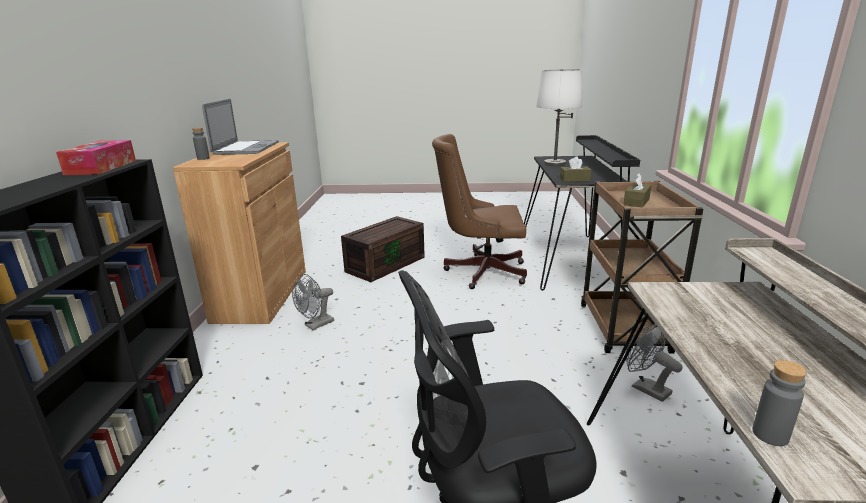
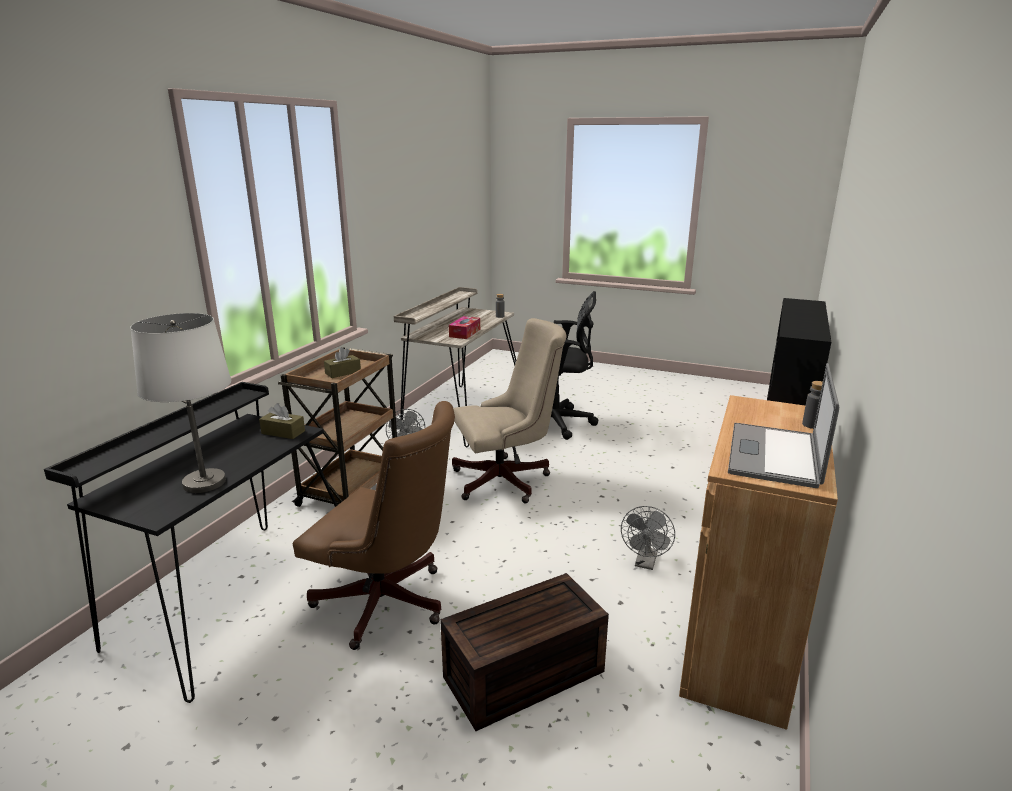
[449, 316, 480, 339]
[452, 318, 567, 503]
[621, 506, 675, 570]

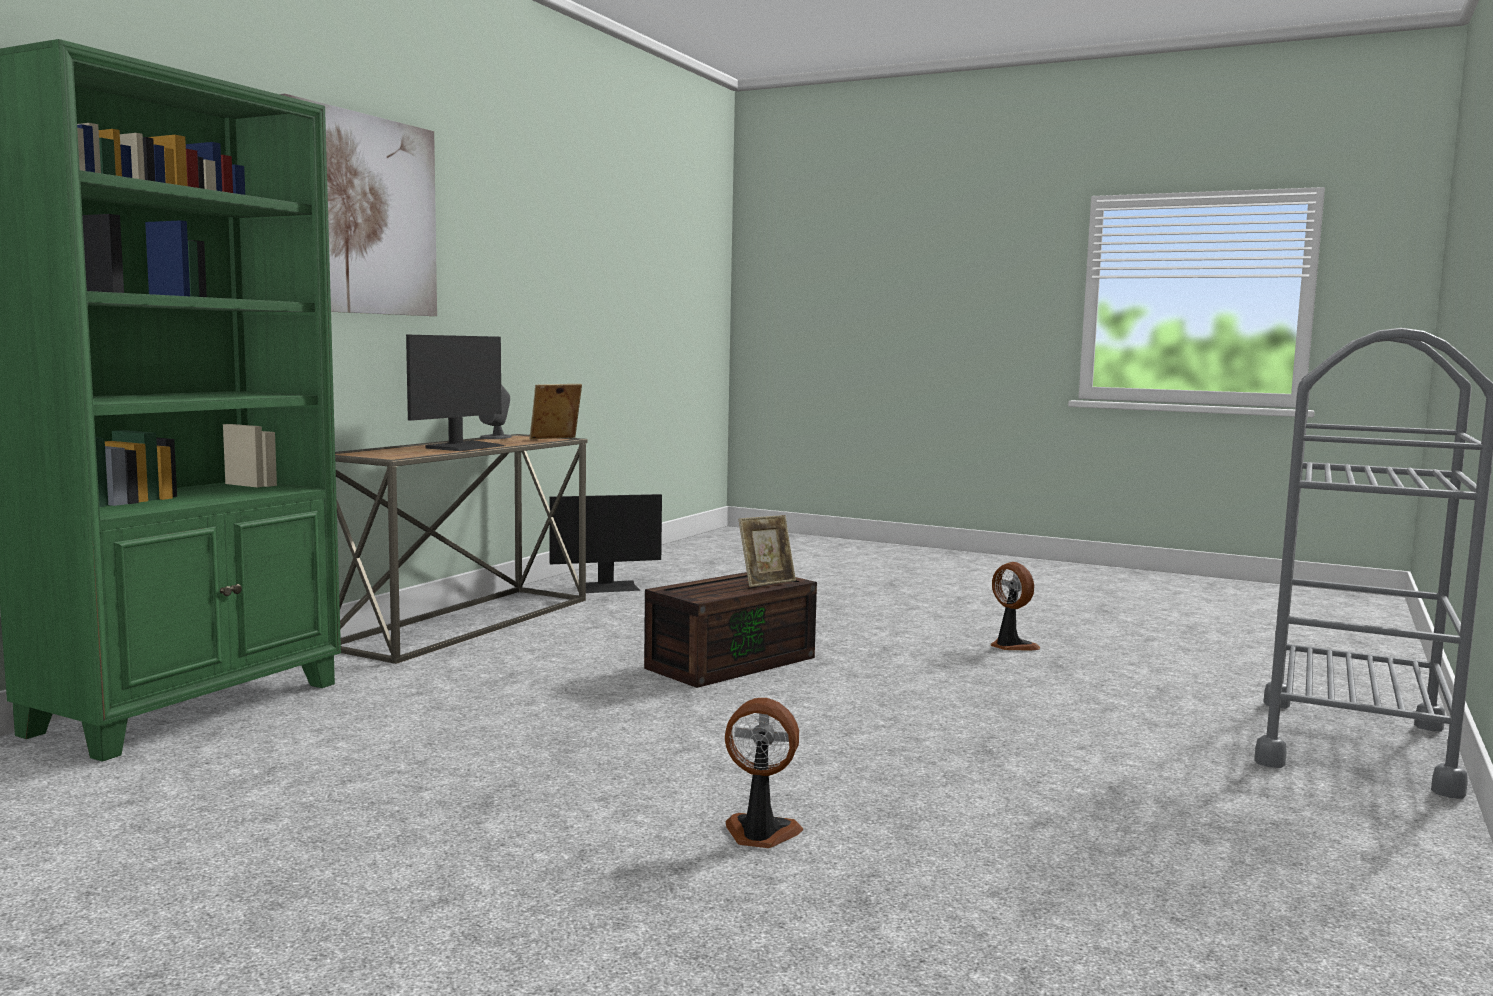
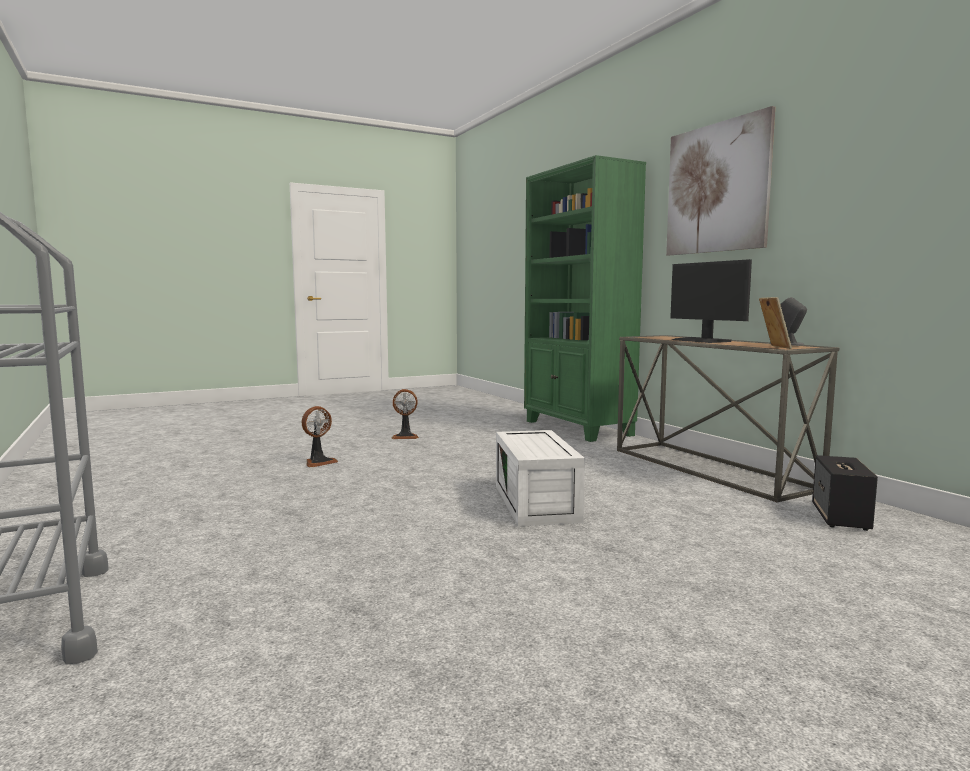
[391, 389, 419, 439]
[496, 430, 585, 527]
[812, 455, 878, 531]
[739, 515, 796, 587] (first image)

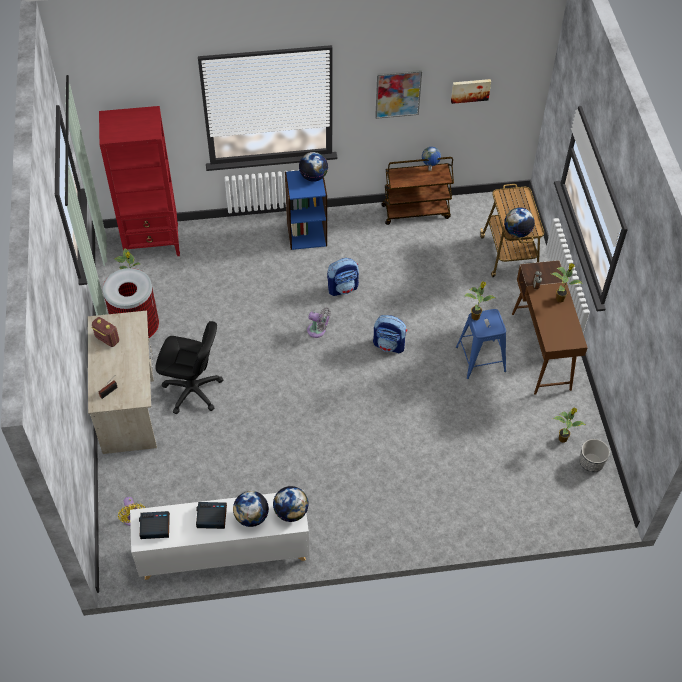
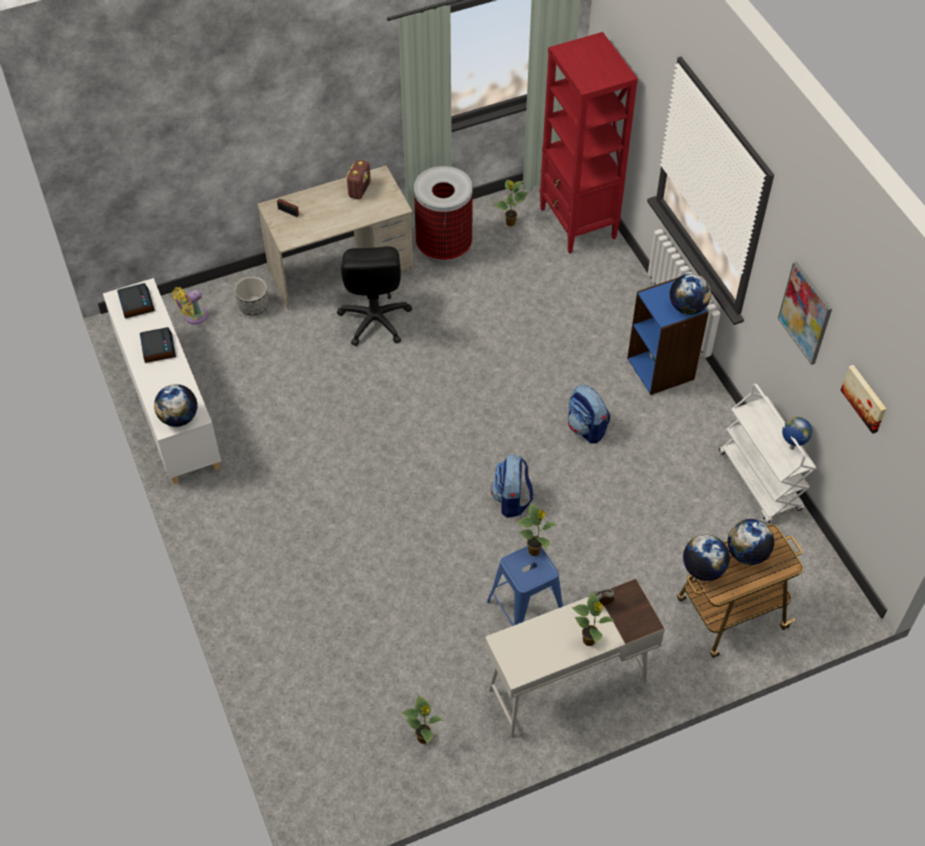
[234, 277, 268, 316]
[485, 579, 665, 737]
[719, 384, 816, 523]
[728, 519, 774, 565]
[307, 308, 331, 338] (first image)

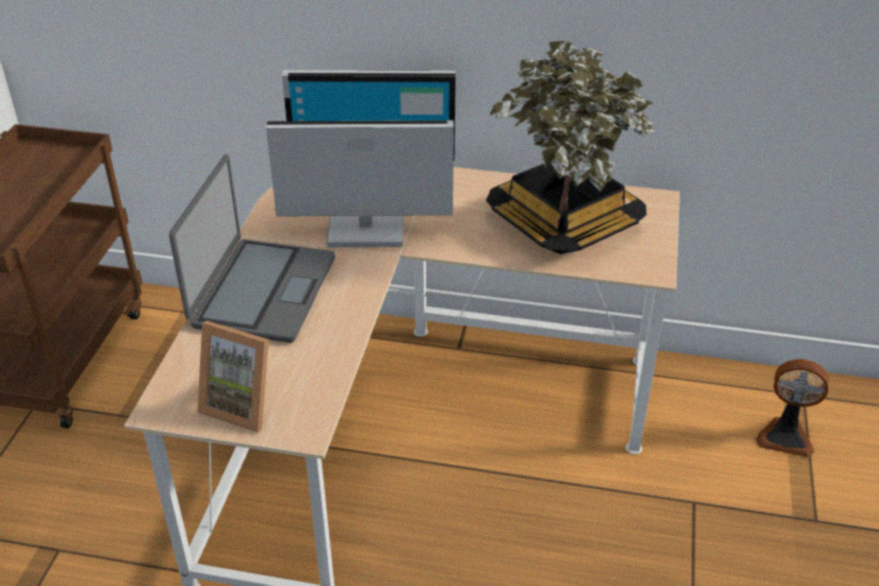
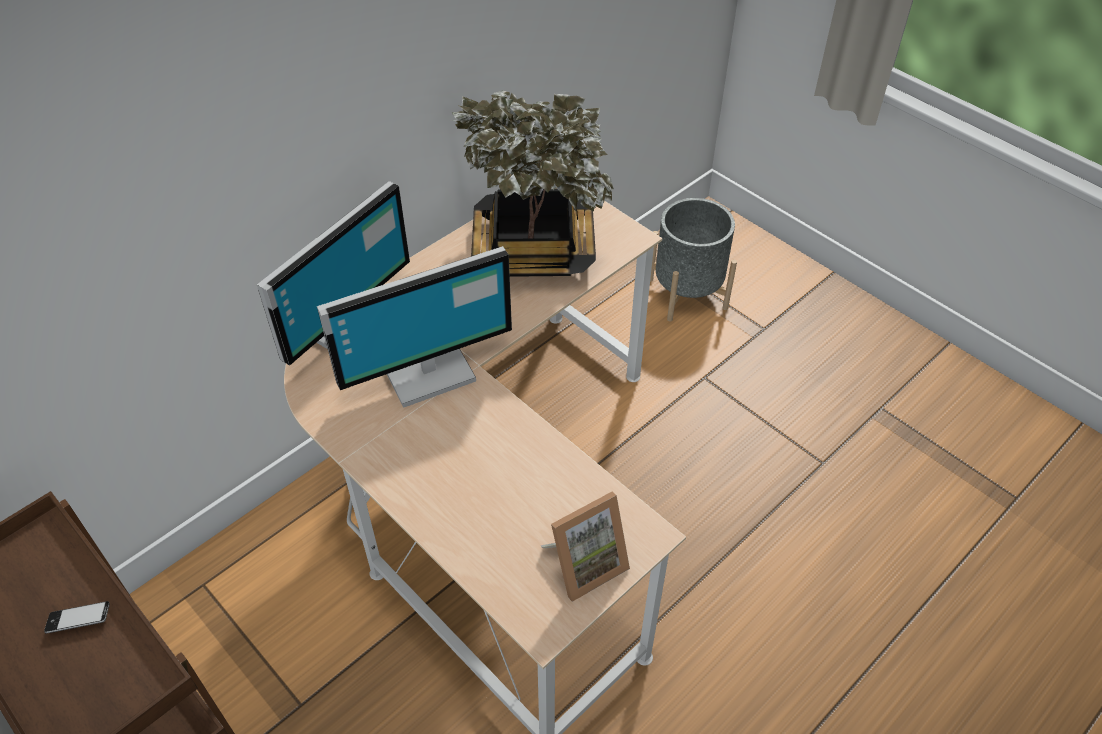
[44, 601, 110, 633]
[317, 246, 512, 408]
[650, 198, 737, 322]
[169, 154, 335, 343] (first image)

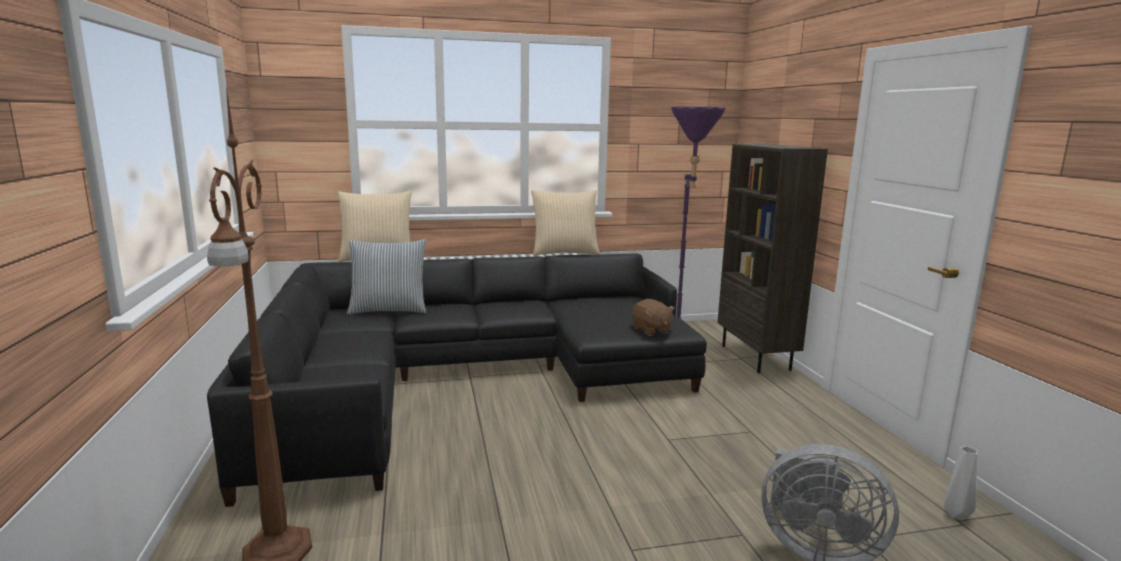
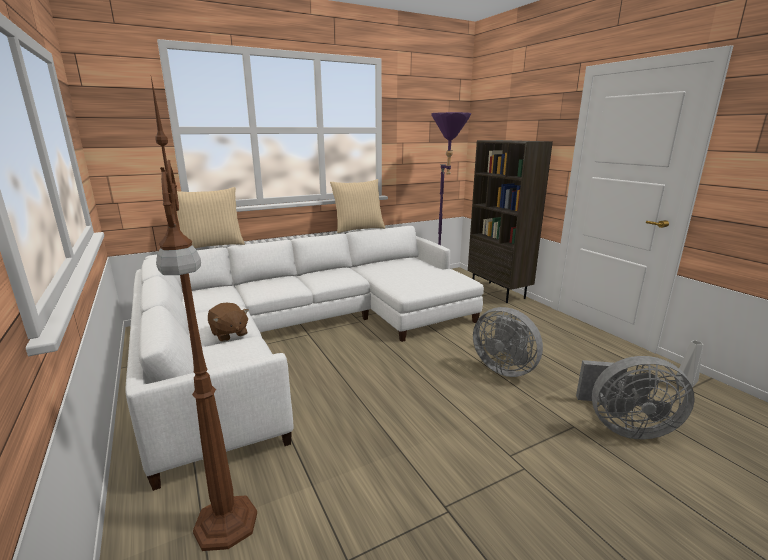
[125, 226, 484, 491]
[208, 303, 249, 342]
[473, 307, 543, 377]
[347, 239, 427, 314] (first image)

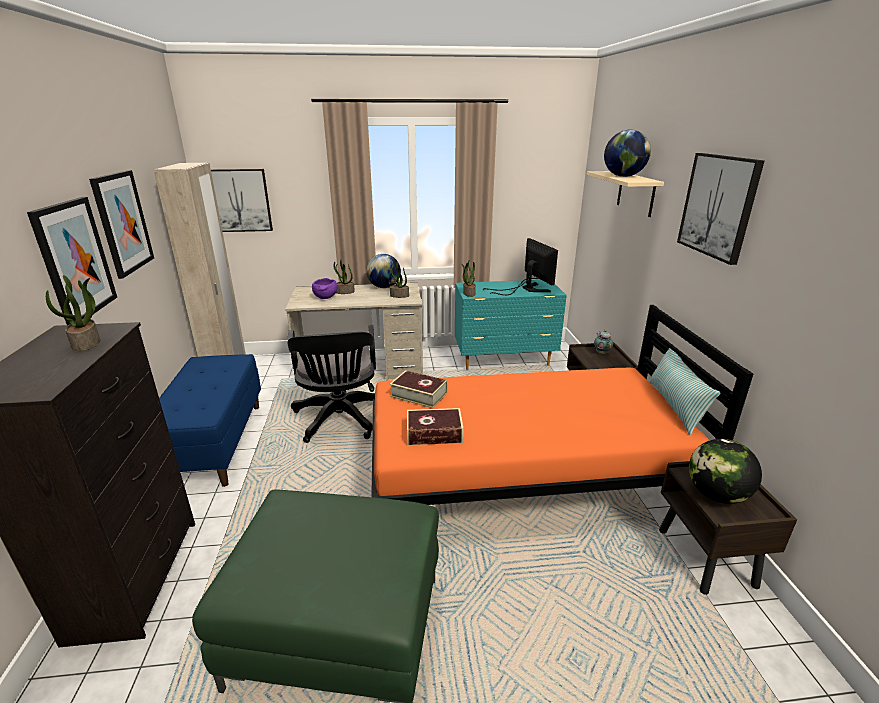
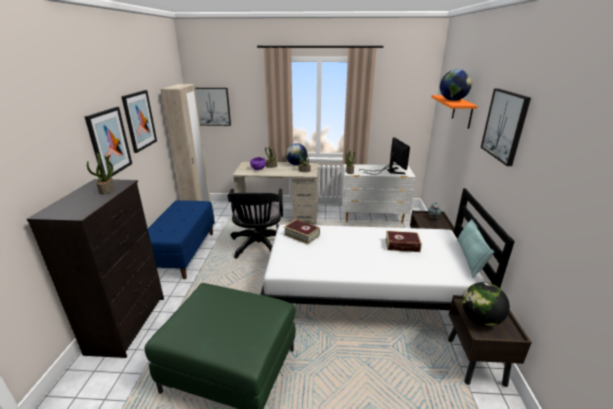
[260, 188, 515, 310]
[342, 164, 416, 223]
[385, 231, 422, 252]
[431, 95, 478, 129]

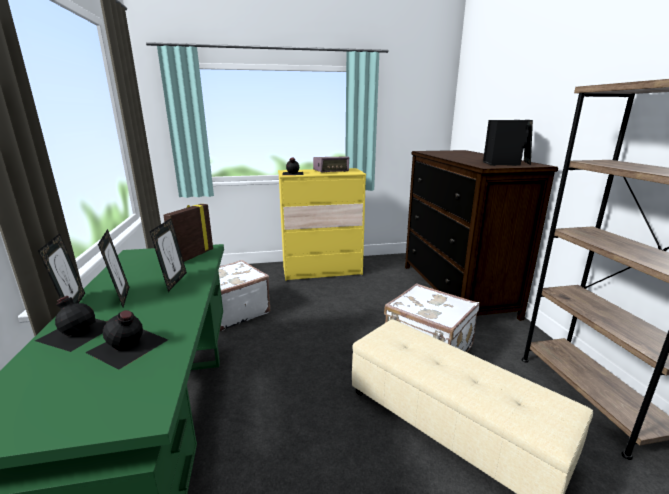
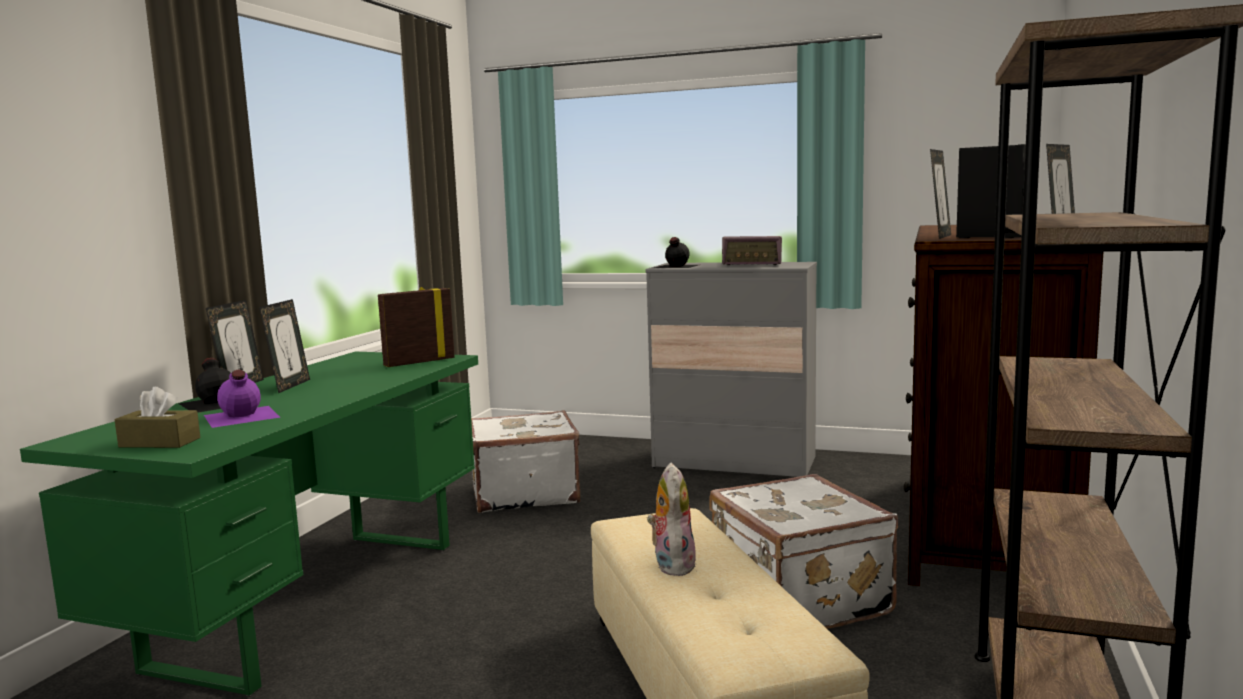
[115, 387, 201, 448]
[204, 370, 280, 428]
[645, 262, 817, 477]
[647, 462, 696, 576]
[930, 149, 951, 239]

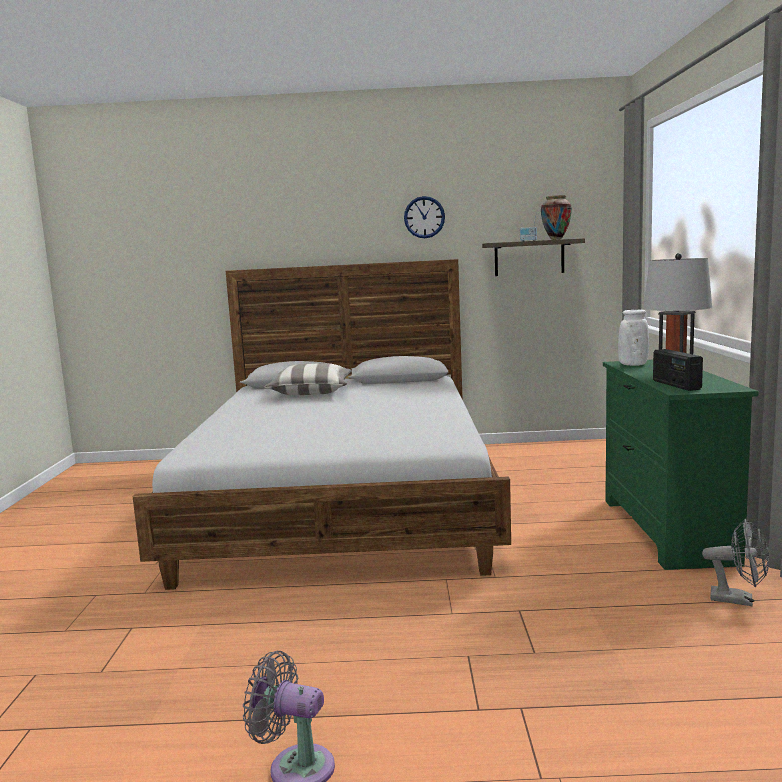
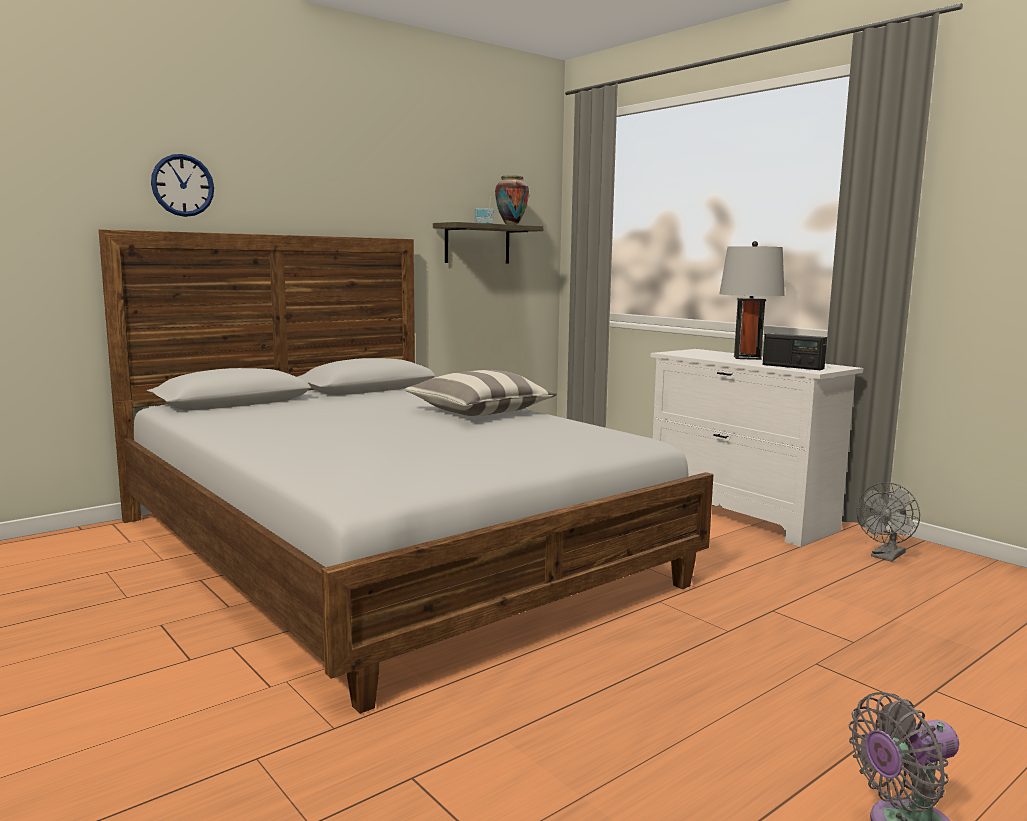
[151, 154, 214, 217]
[405, 370, 557, 416]
[650, 349, 863, 547]
[856, 482, 920, 562]
[618, 310, 649, 366] (first image)

